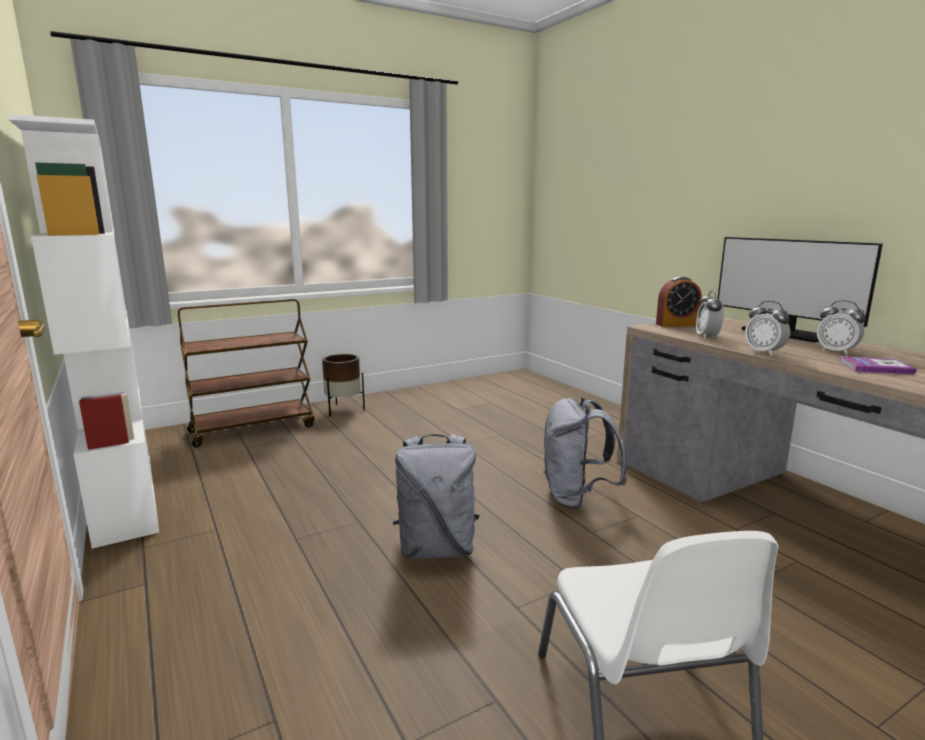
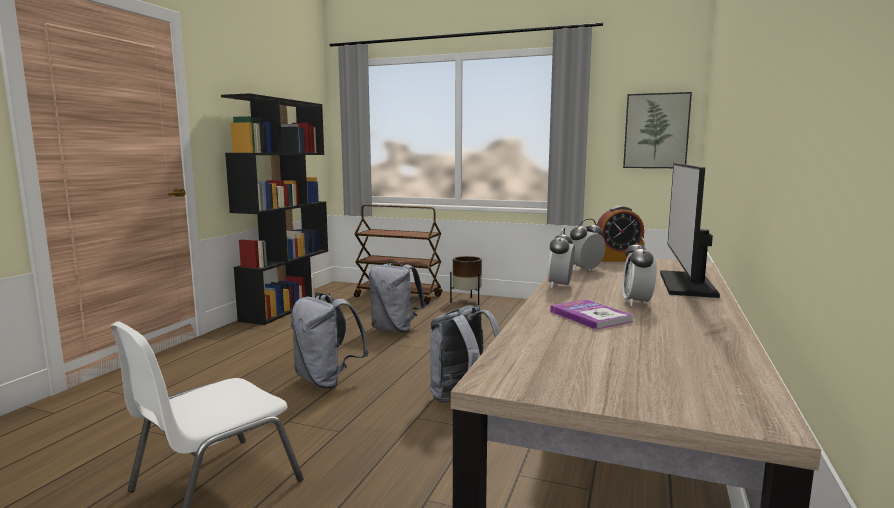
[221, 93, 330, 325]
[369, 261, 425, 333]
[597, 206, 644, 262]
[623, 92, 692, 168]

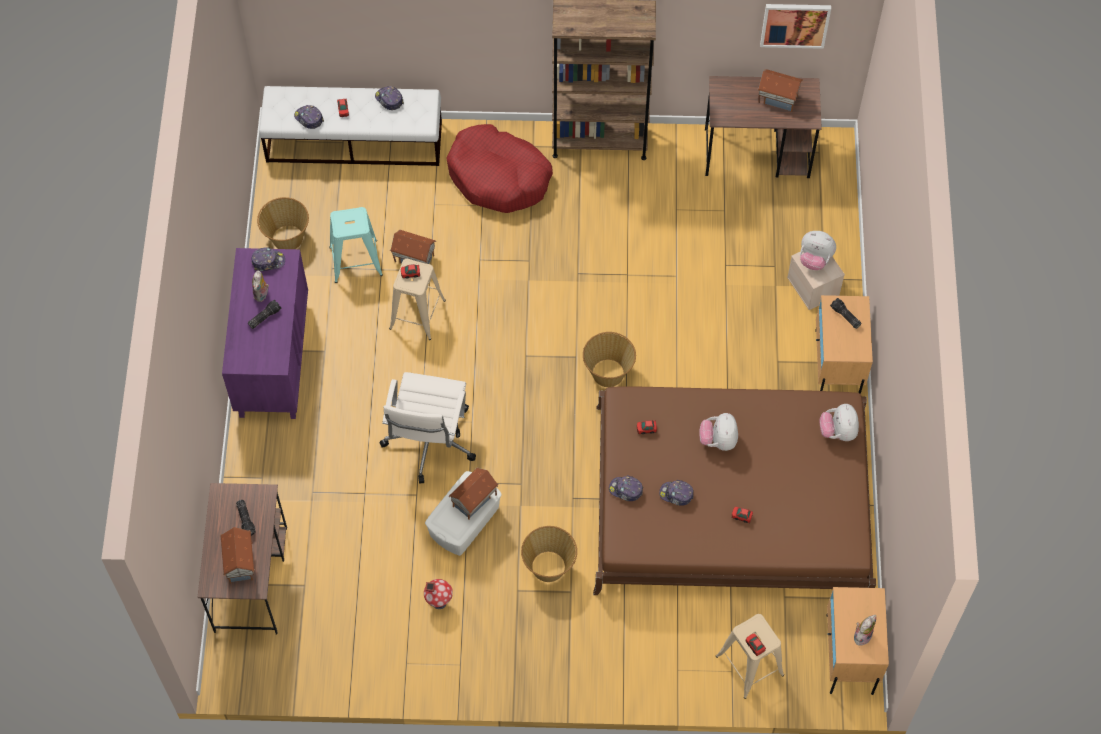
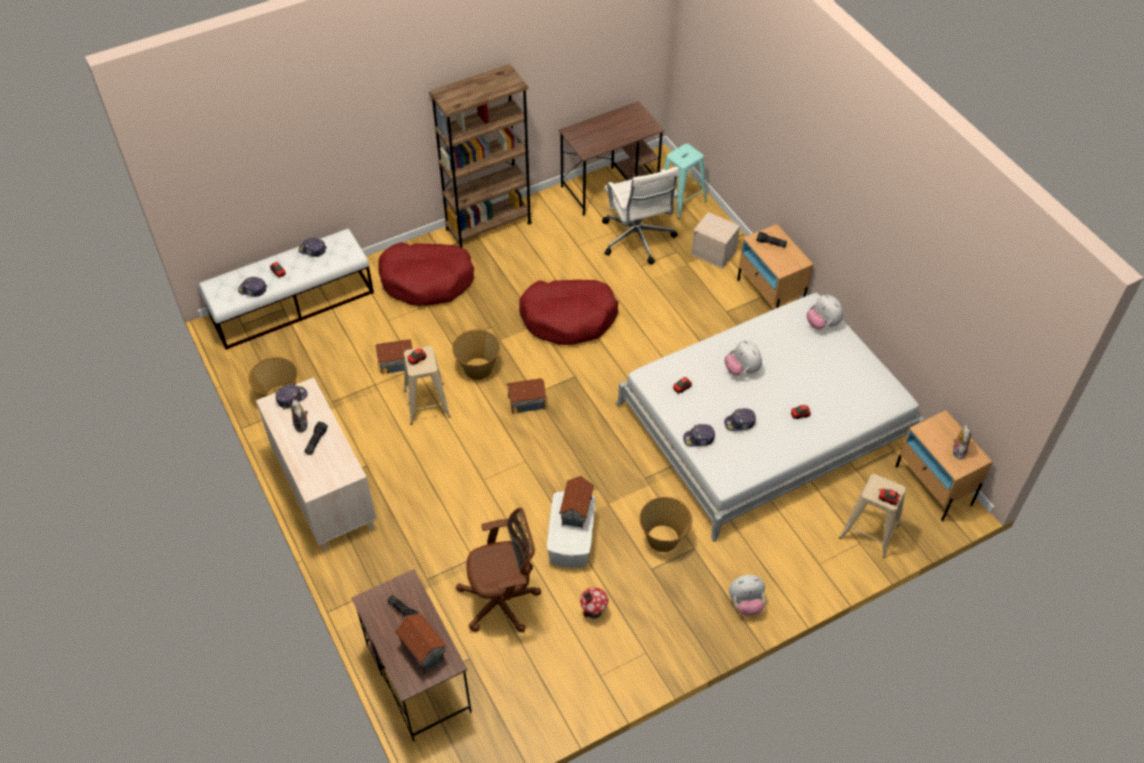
[256, 377, 377, 552]
[452, 330, 500, 380]
[456, 507, 541, 632]
[506, 378, 547, 414]
[519, 280, 619, 345]
[602, 167, 679, 265]
[616, 293, 925, 542]
[664, 143, 707, 219]
[729, 575, 765, 616]
[760, 4, 831, 49] (first image)

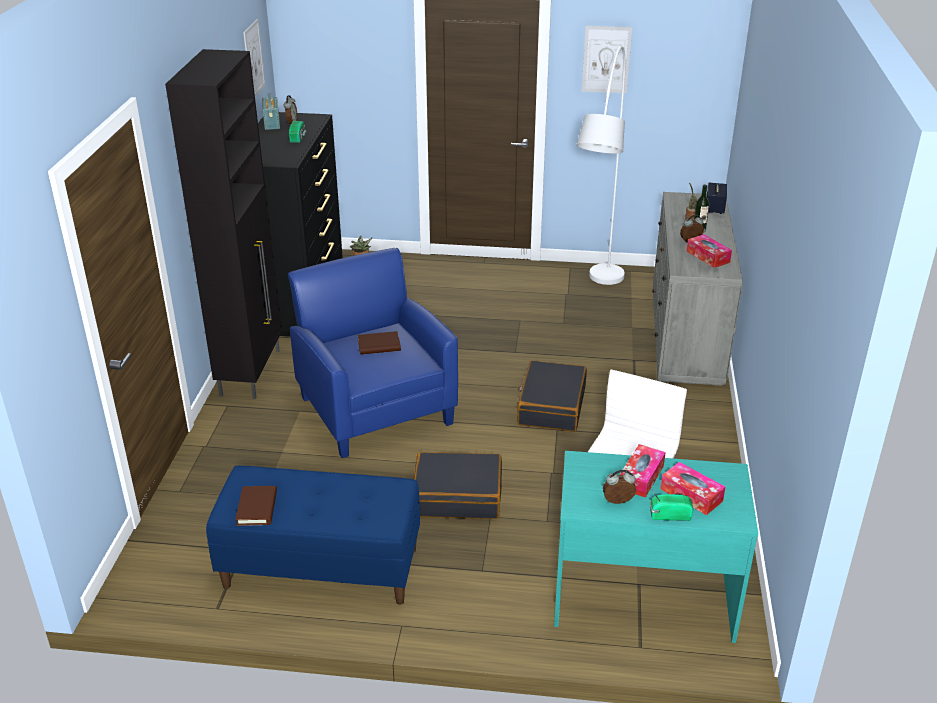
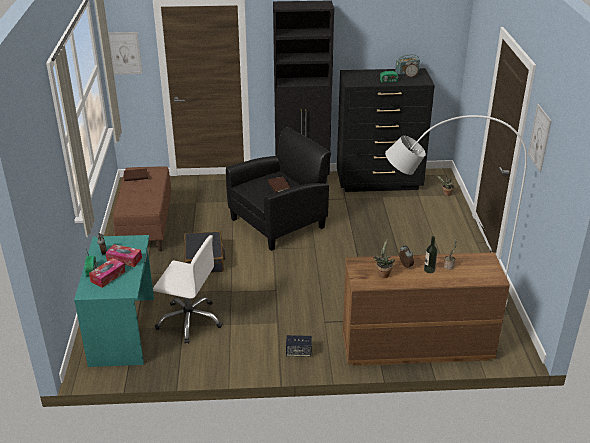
[108, 32, 142, 75]
[113, 167, 171, 252]
[226, 127, 331, 251]
[286, 335, 312, 357]
[342, 252, 510, 366]
[373, 239, 395, 278]
[517, 360, 587, 432] (first image)

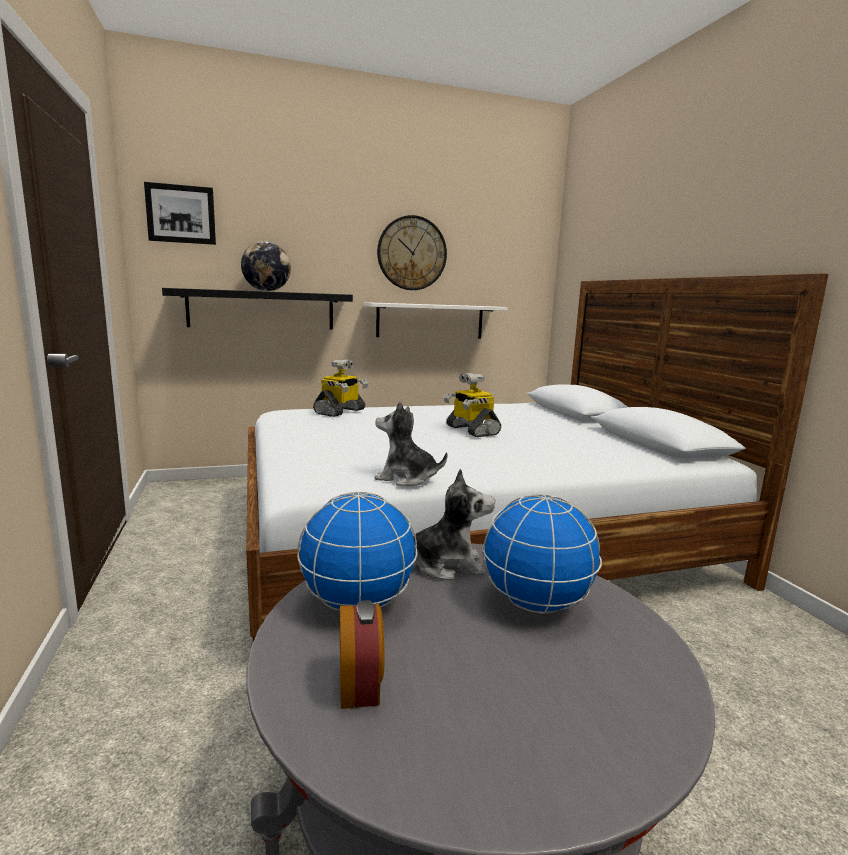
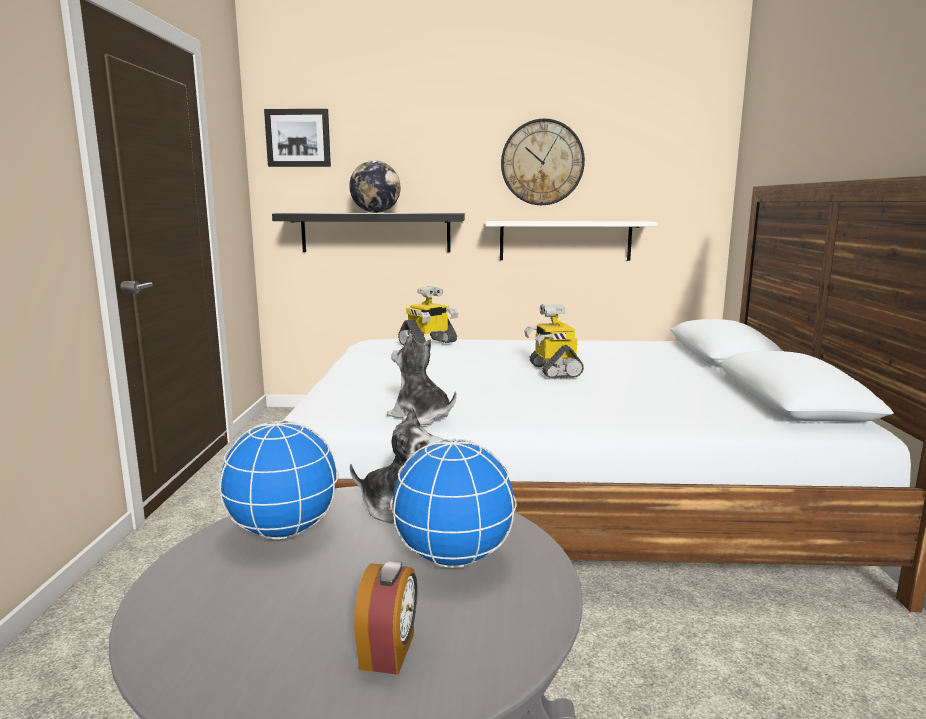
[354, 561, 418, 675]

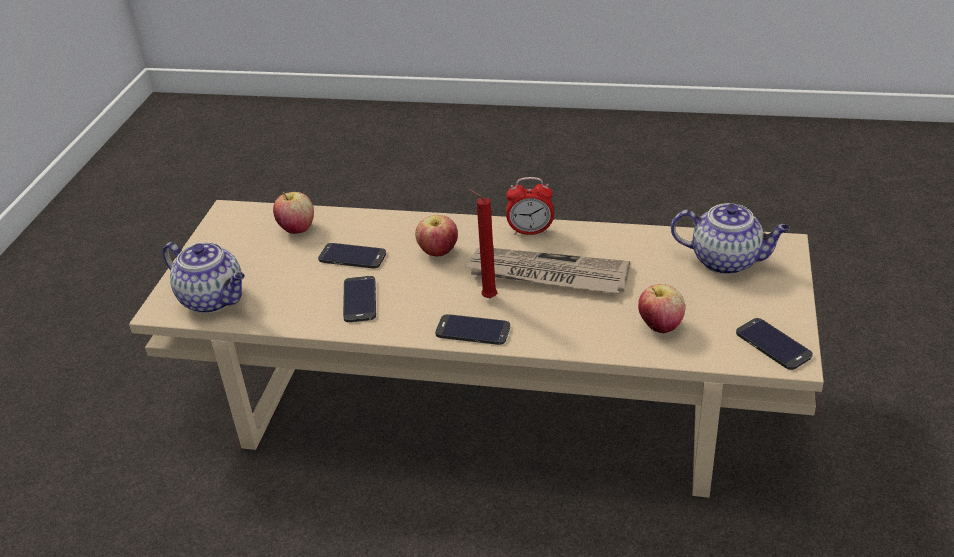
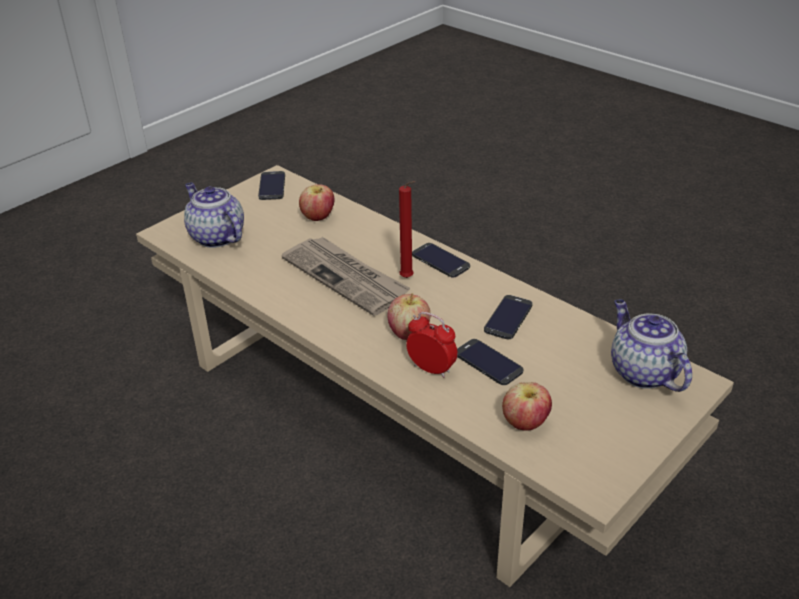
[406, 312, 458, 378]

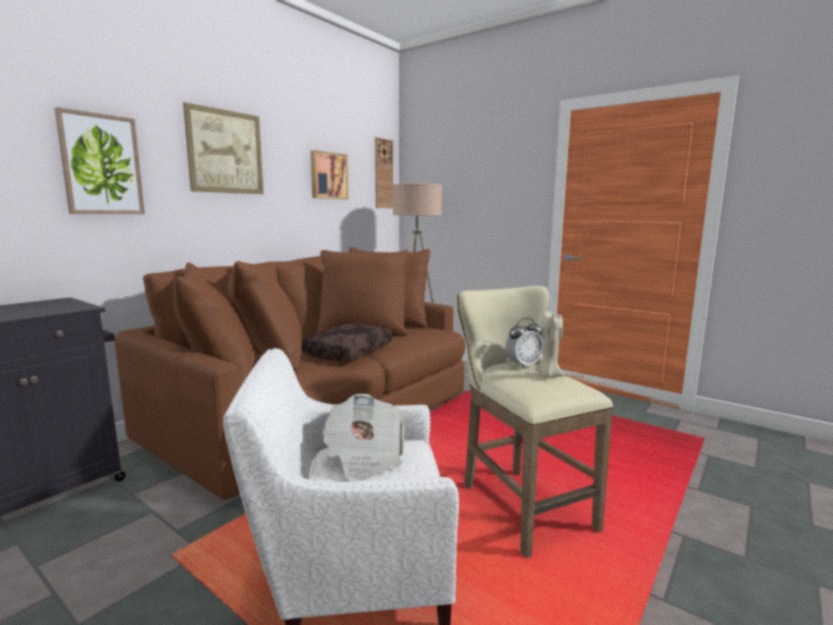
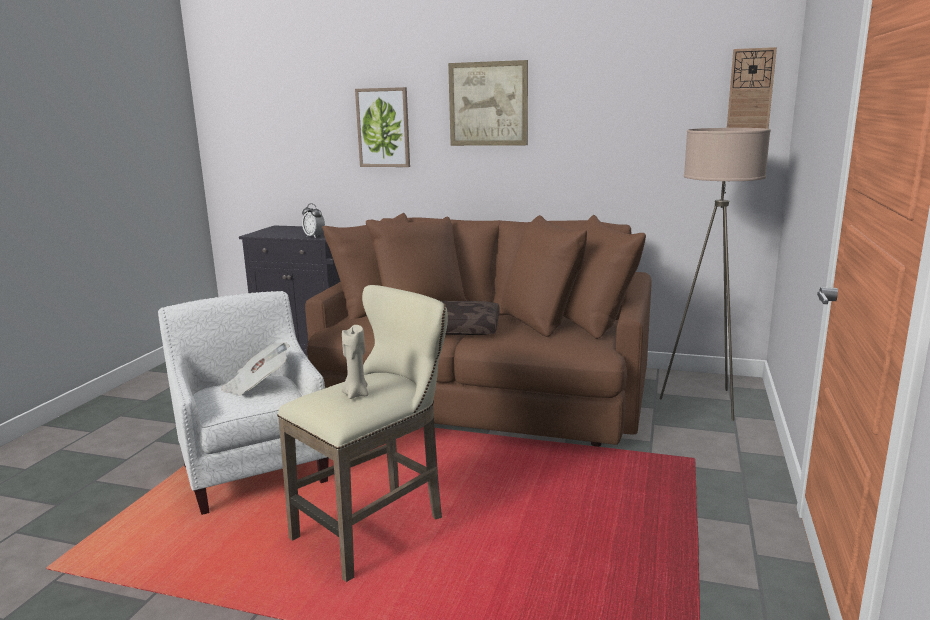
[302, 203, 325, 238]
[310, 150, 349, 199] (first image)

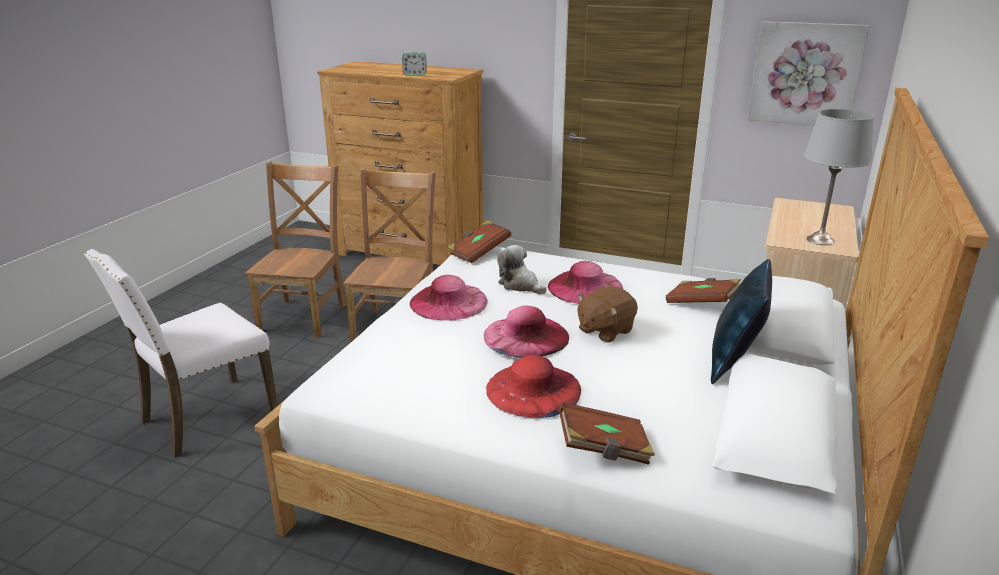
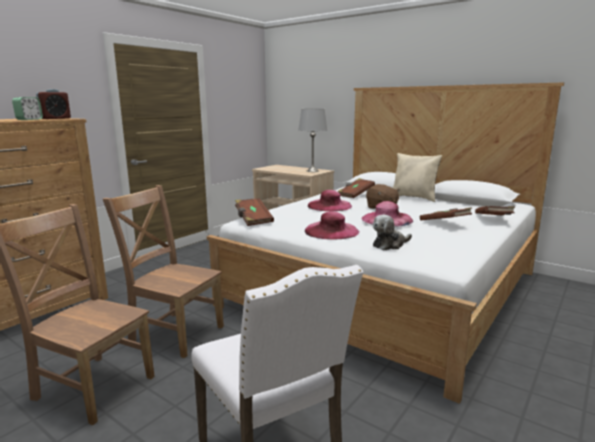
[36, 89, 71, 119]
[373, 215, 412, 250]
[393, 153, 442, 202]
[420, 207, 472, 220]
[747, 21, 869, 125] (first image)

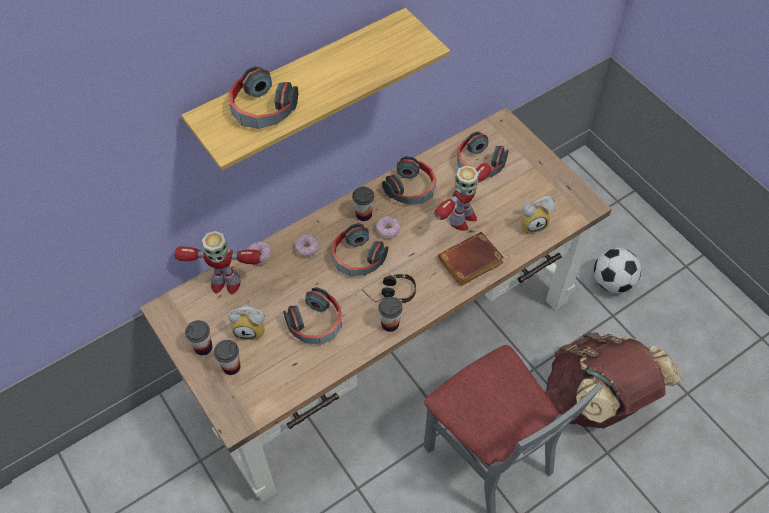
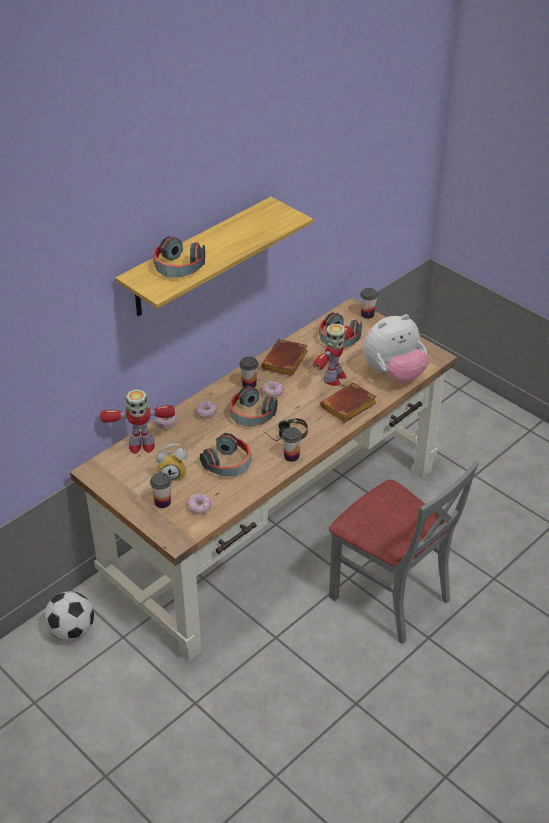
[44, 591, 94, 641]
[188, 494, 211, 515]
[261, 339, 308, 376]
[360, 288, 378, 319]
[363, 314, 429, 383]
[545, 332, 681, 428] (first image)

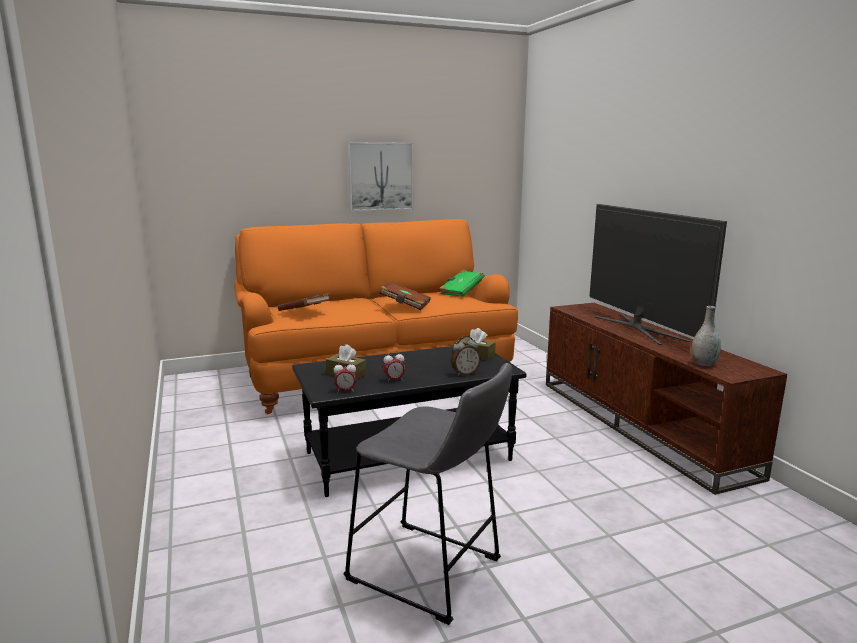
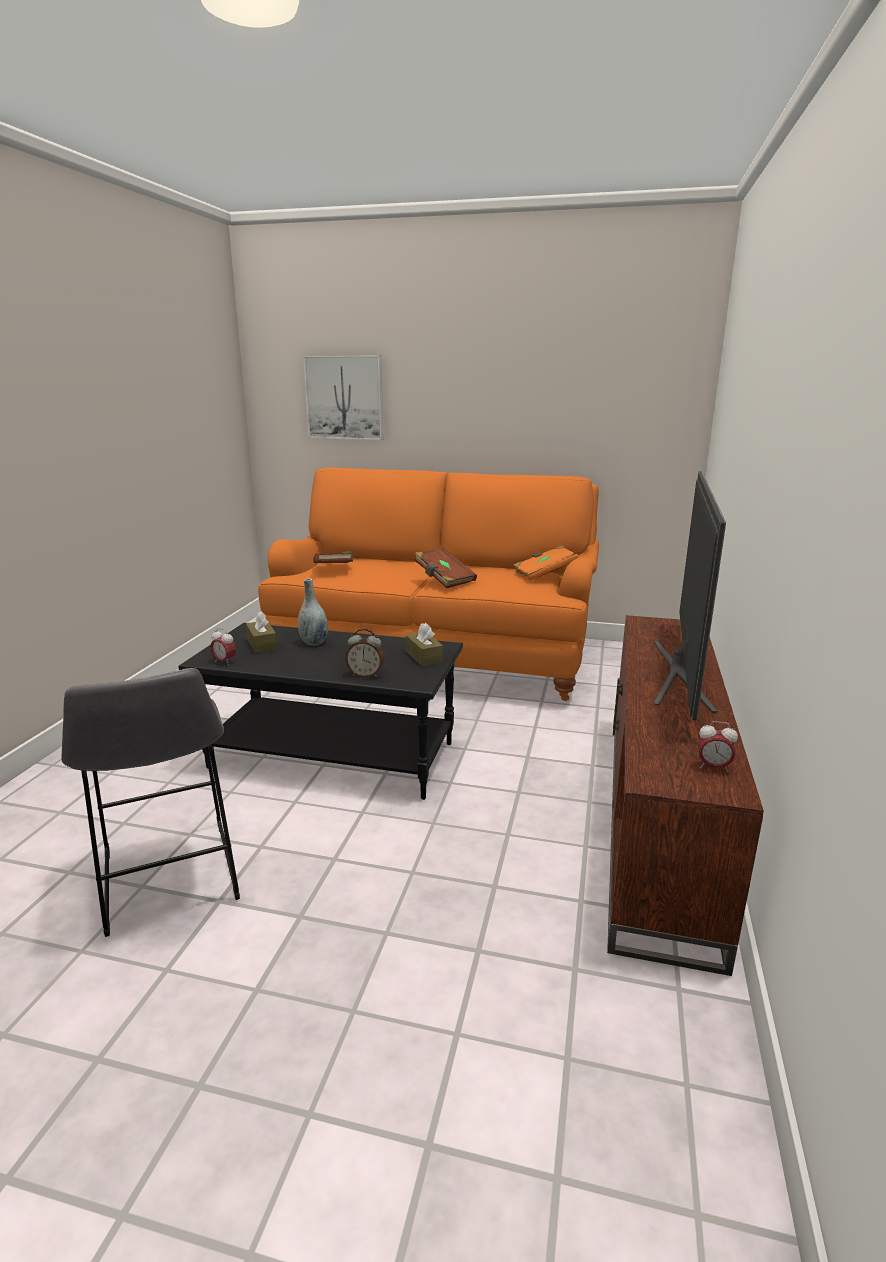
[298, 578, 328, 645]
[303, 355, 384, 440]
[513, 546, 578, 580]
[698, 721, 738, 772]

